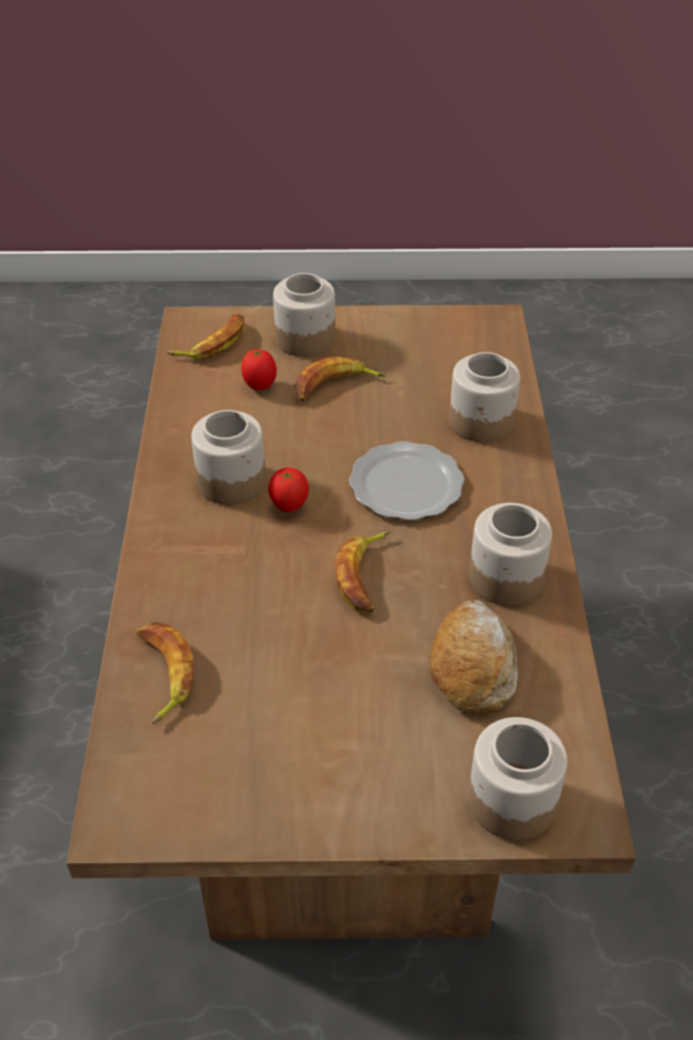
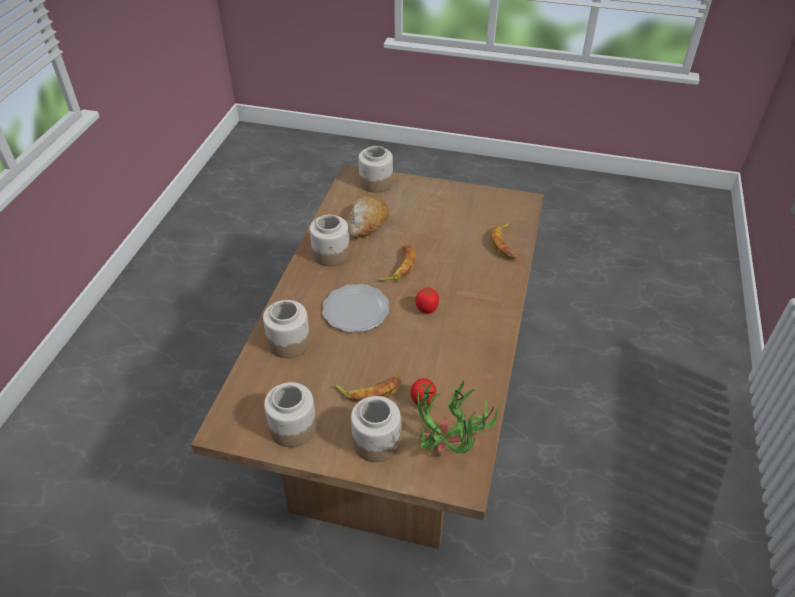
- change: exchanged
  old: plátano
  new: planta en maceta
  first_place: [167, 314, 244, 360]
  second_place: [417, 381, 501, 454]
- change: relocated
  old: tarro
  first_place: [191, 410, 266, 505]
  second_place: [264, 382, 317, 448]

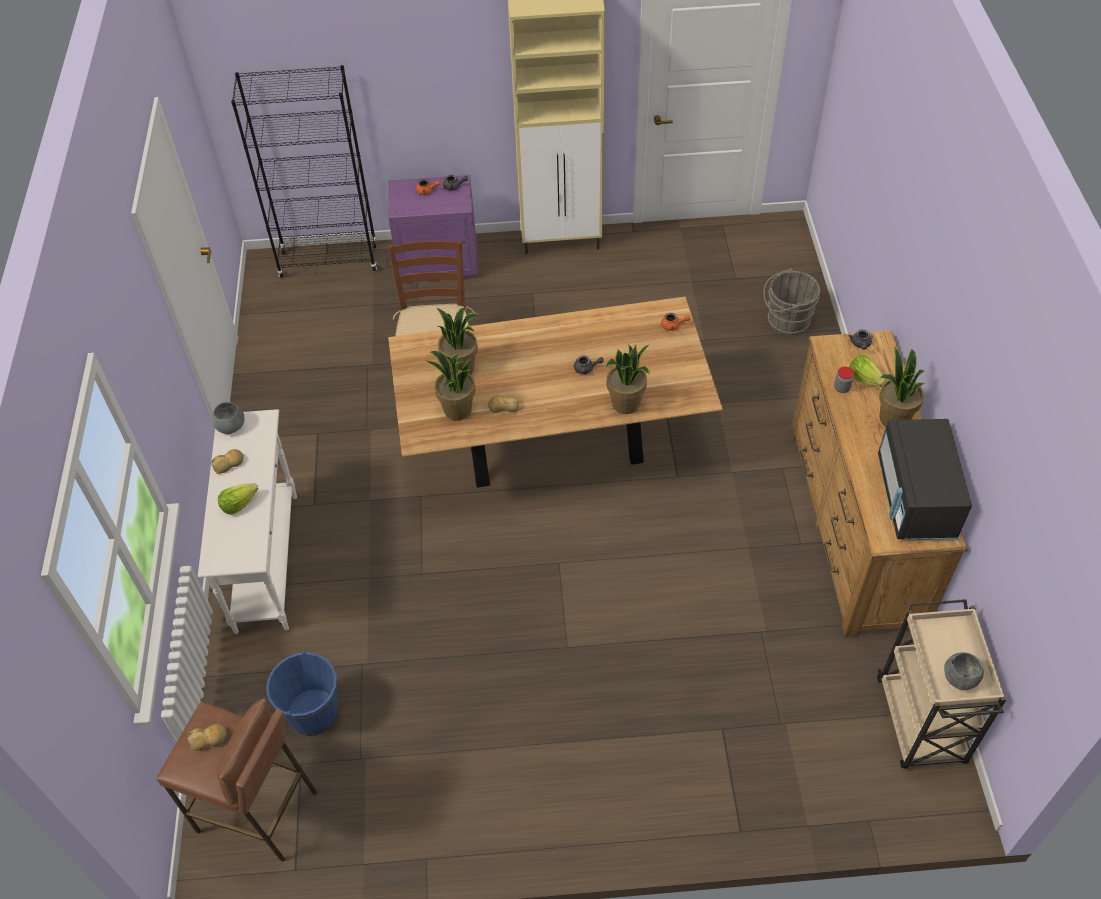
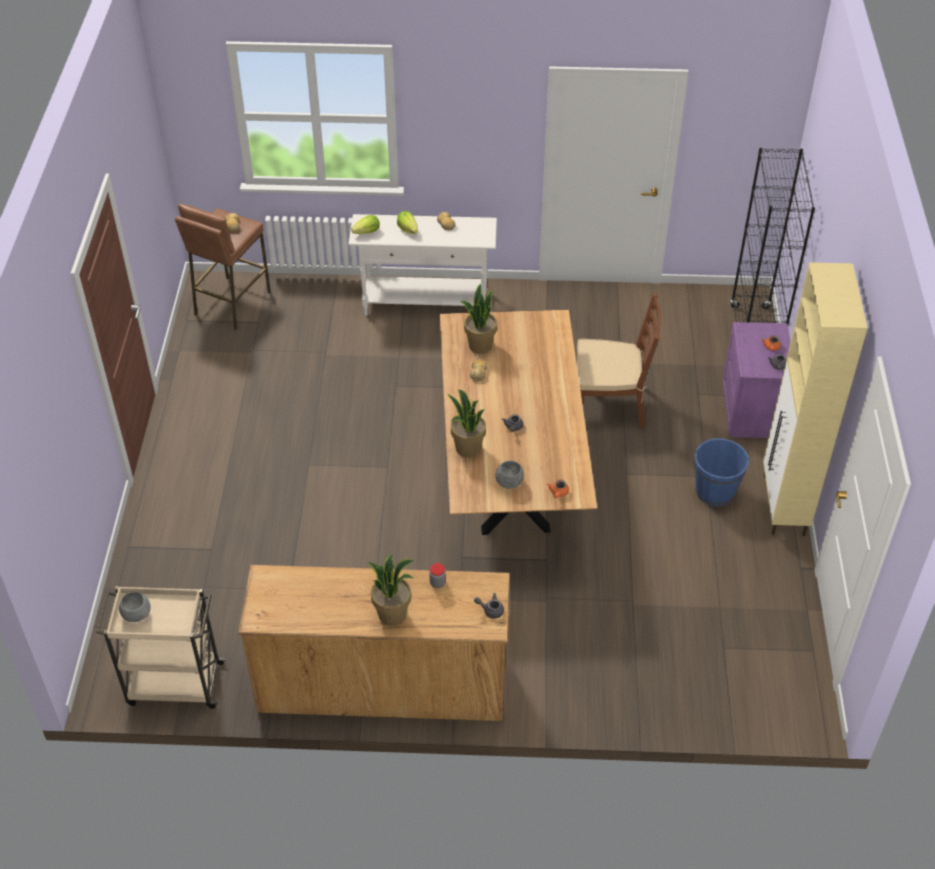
- change: missing
  old: cubo (gris)
  first_place: [763, 269, 820, 335]
- change: missing
  old: planta en maceta
  first_place: [437, 308, 480, 375]
- change: relocated
  old: lechuga
  first_place: [849, 355, 885, 387]
  second_place: [351, 215, 380, 234]
- change: relocated
  old: cuenco (gris)
  first_place: [212, 402, 245, 434]
  second_place: [495, 461, 524, 489]
- change: missing
  old: microondas (negro)
  first_place: [878, 419, 972, 540]
- change: relocated
  old: cubo (azul)
  first_place: [266, 651, 338, 736]
  second_place: [695, 438, 749, 506]

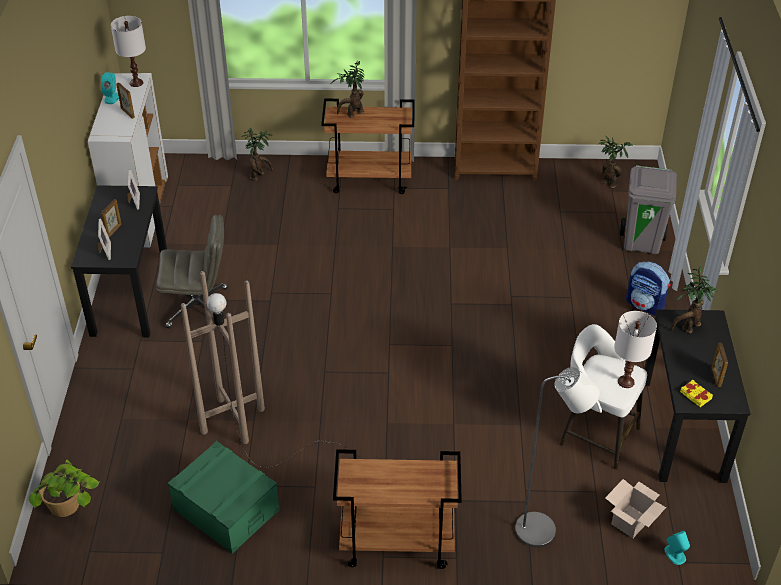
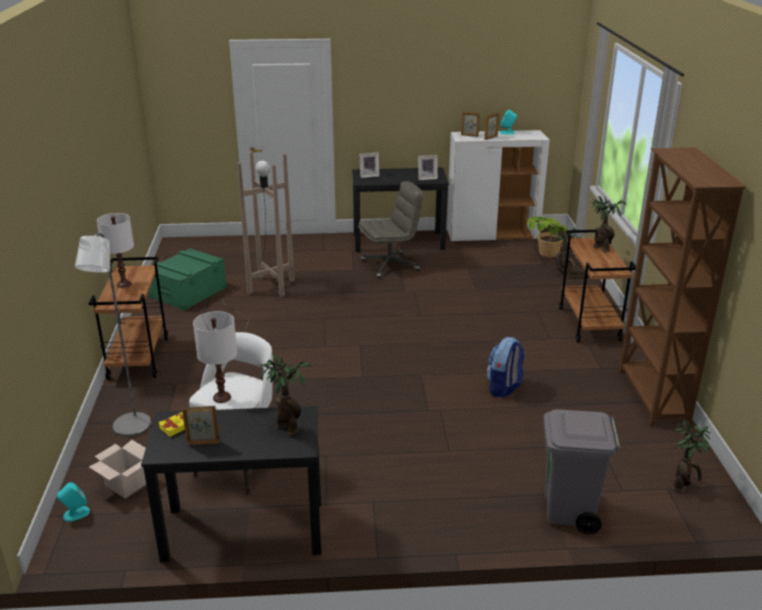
- change: relocated
  old: lámpara de mesa (blanco)
  first_place: [111, 16, 146, 87]
  second_place: [96, 213, 134, 288]
- change: relocated
  old: portarretratos
  first_place: [101, 199, 122, 237]
  second_place: [461, 111, 480, 137]
- change: spun
  old: silla de oficina (gris)
  first_place: [156, 215, 228, 328]
  second_place: [358, 181, 423, 278]
  degrees: -105
- change: relocated
  old: mochila
  first_place: [626, 261, 670, 316]
  second_place: [486, 337, 525, 398]
- change: relocated
  old: planta en maceta
  first_place: [28, 459, 100, 517]
  second_place: [527, 217, 568, 257]

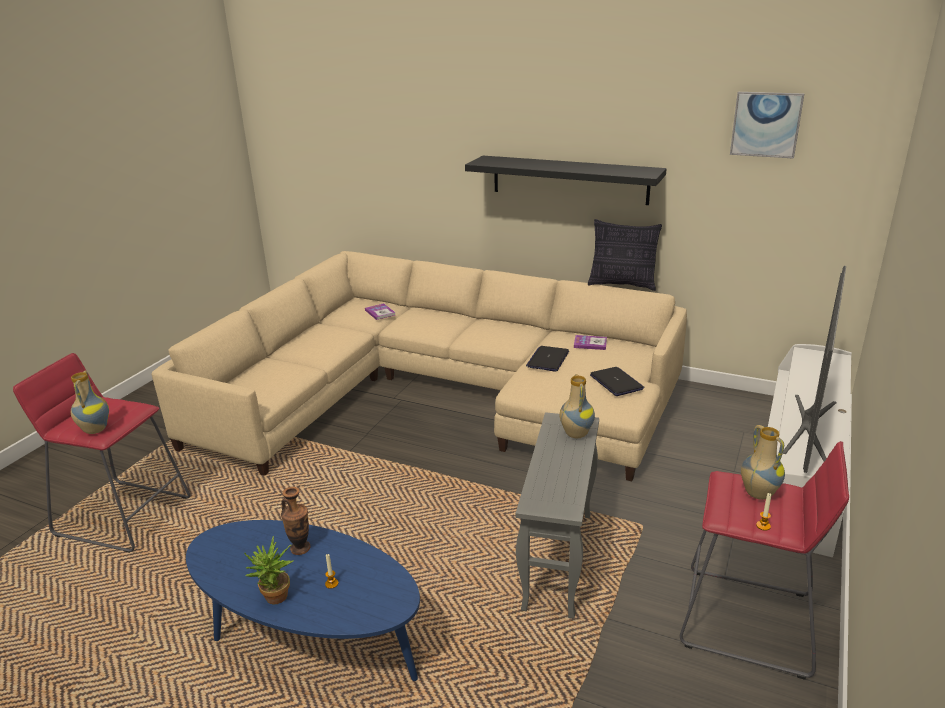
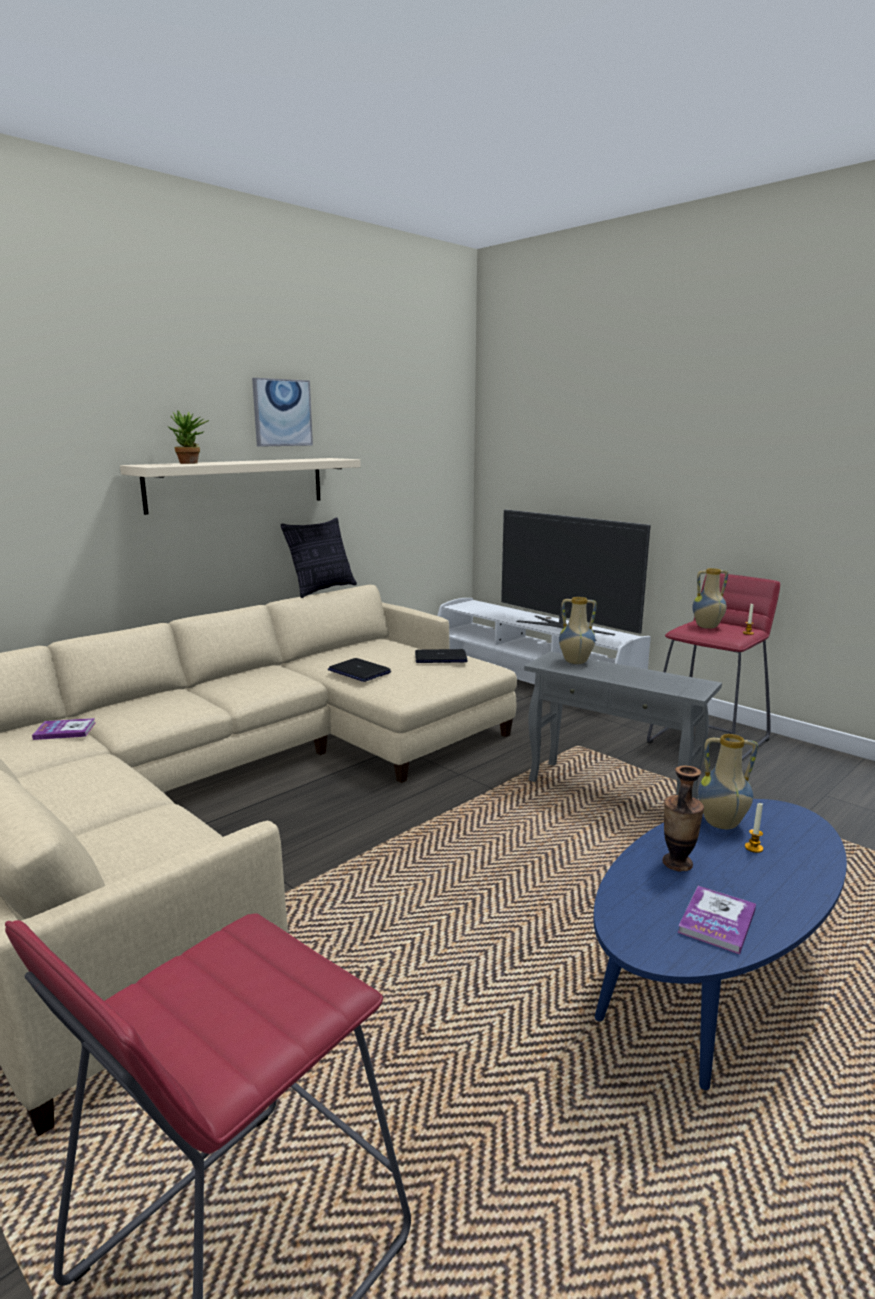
- change: relocated
  old: cuadro
  first_place: [730, 92, 804, 159]
  second_place: [252, 378, 313, 447]
- change: colour
  old: estante (negro)
  new: estante (beis)
  first_place: [465, 156, 667, 205]
  second_place: [120, 458, 361, 515]
- change: relocated
  old: libro
  first_place: [574, 335, 607, 350]
  second_place: [678, 886, 756, 954]
- change: relocated
  old: florero
  first_place: [71, 371, 109, 434]
  second_place: [698, 734, 758, 829]
- change: relocated
  old: planta en maceta
  first_place: [244, 536, 294, 605]
  second_place: [168, 410, 209, 464]

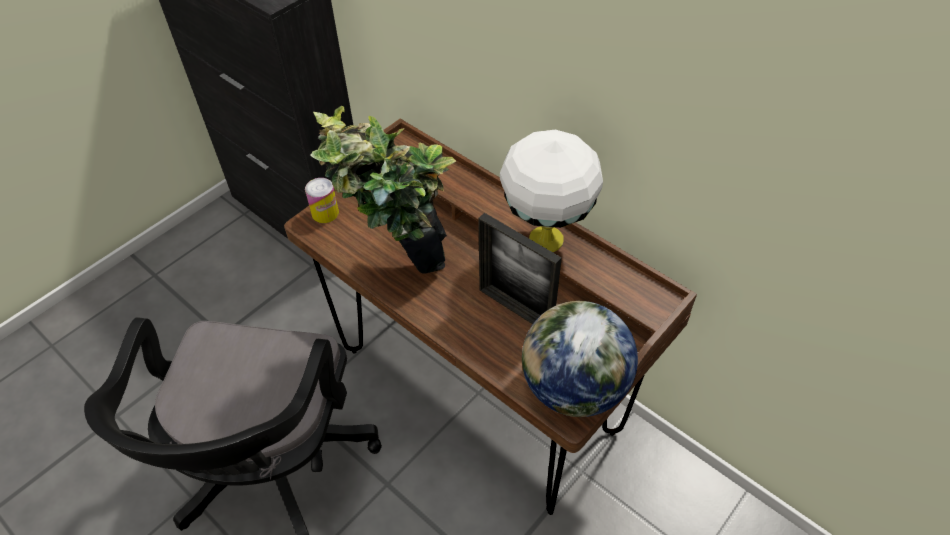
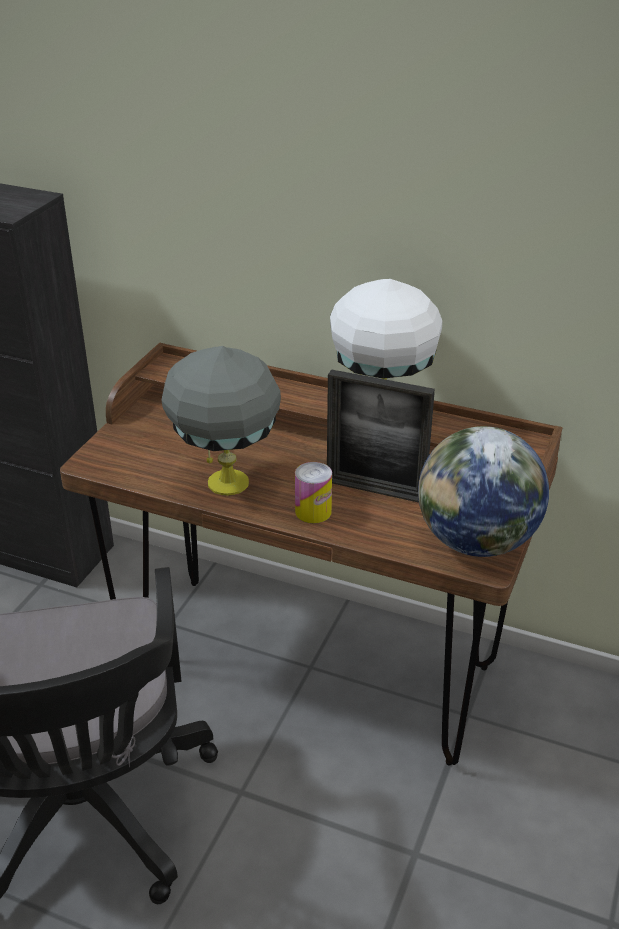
- change: exchanged
  old: planta en maceta
  new: lámpara de mesa (gris)
  first_place: [310, 105, 456, 274]
  second_place: [161, 346, 281, 496]
- change: relocated
  old: lata
  first_place: [305, 178, 339, 223]
  second_place: [295, 462, 332, 523]

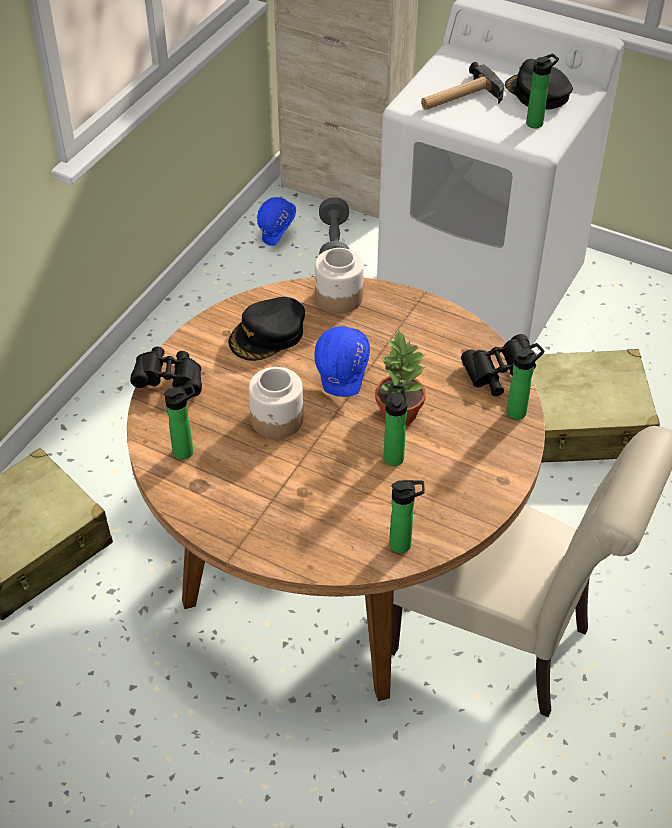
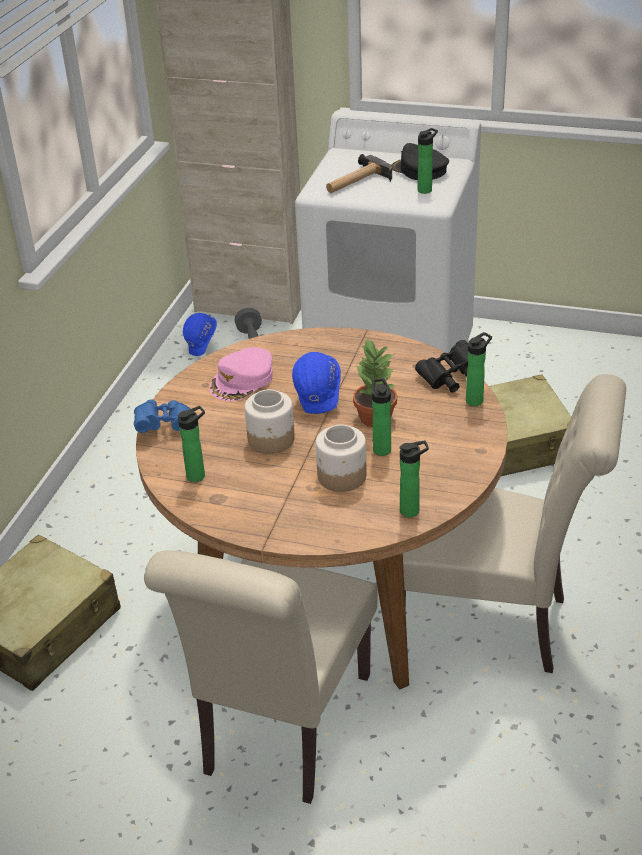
- change: relocated
  old: tarro
  first_place: [315, 248, 364, 314]
  second_place: [316, 424, 367, 492]
- change: colour
  old: gorra (negro)
  new: gorra (rosa)
  first_place: [229, 297, 305, 361]
  second_place: [209, 347, 273, 401]
- change: colour
  old: prismáticos (negro)
  new: prismáticos (azul)
  first_place: [130, 347, 202, 397]
  second_place: [134, 399, 191, 433]
- change: appeared
  new: silla (beis)
  second_place: [144, 550, 378, 804]

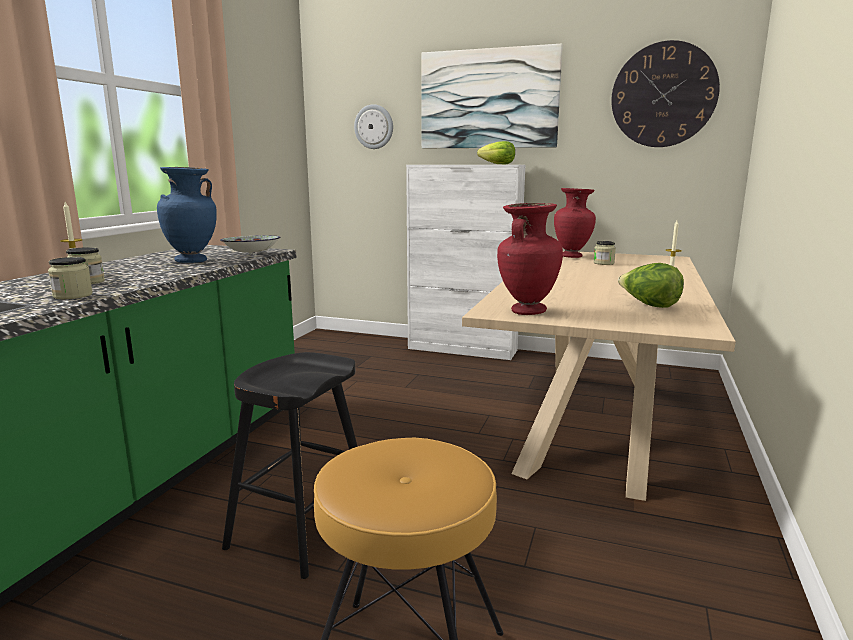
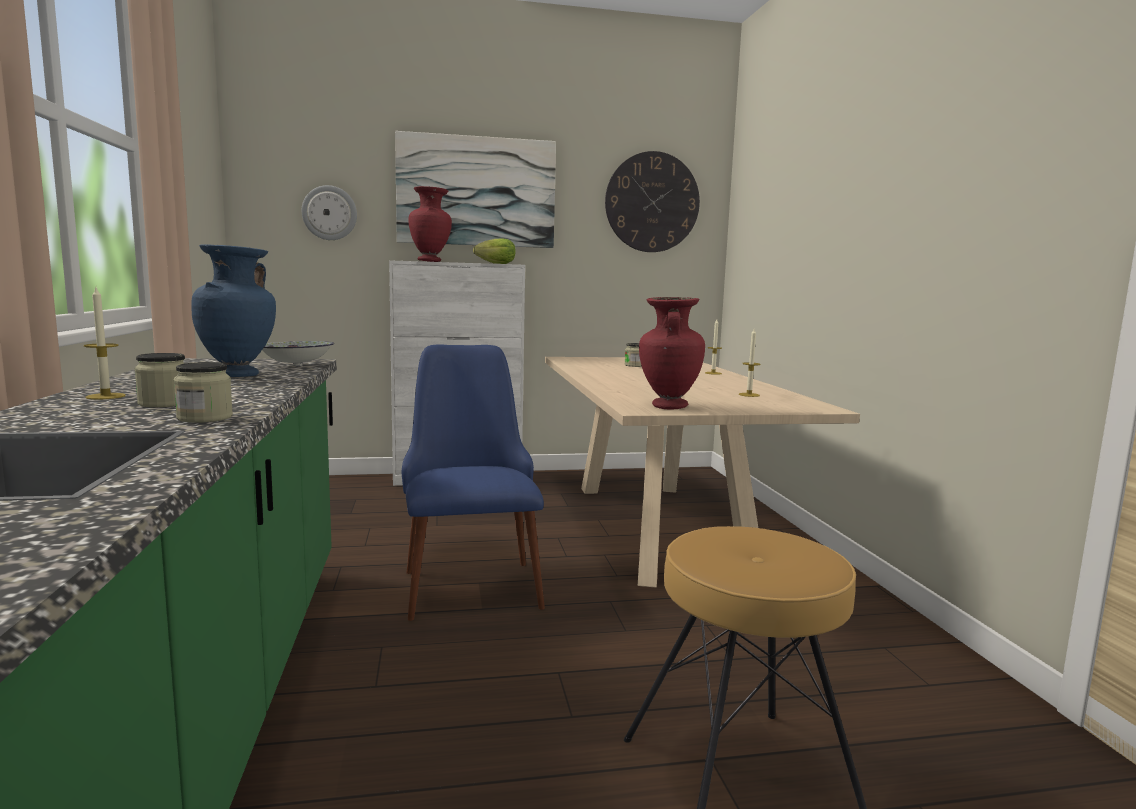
- change: relocated
  old: florero (rojo)
  first_place: [554, 188, 596, 258]
  second_place: [408, 186, 452, 262]
- change: exchanged
  old: lechuga
  new: vela
  first_place: [618, 263, 684, 308]
  second_place: [739, 329, 761, 397]
- change: missing
  old: taburete (negro)
  first_place: [222, 352, 358, 579]
- change: appeared
  new: silla (azul)
  second_place: [402, 344, 545, 621]

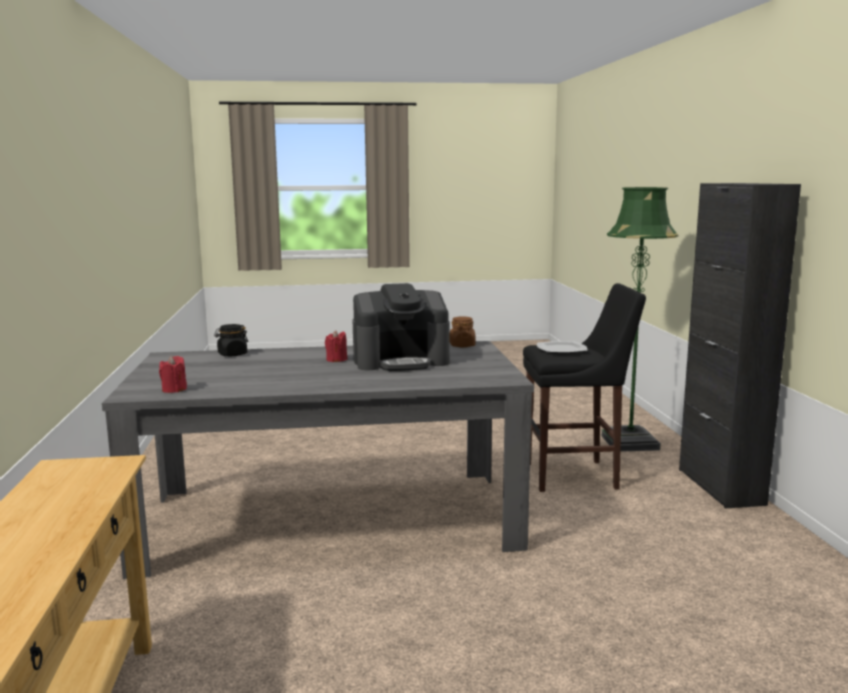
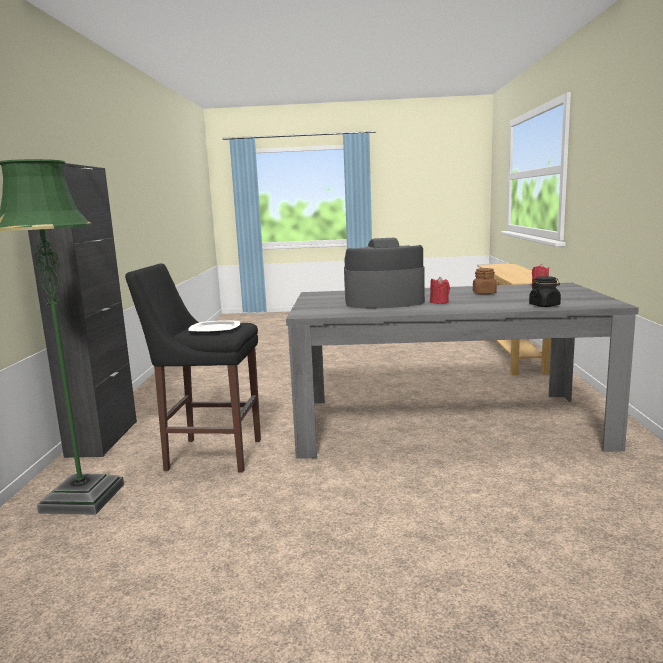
- change: relocated
  old: tarro (marrón)
  first_place: [450, 316, 476, 347]
  second_place: [473, 268, 497, 295]

